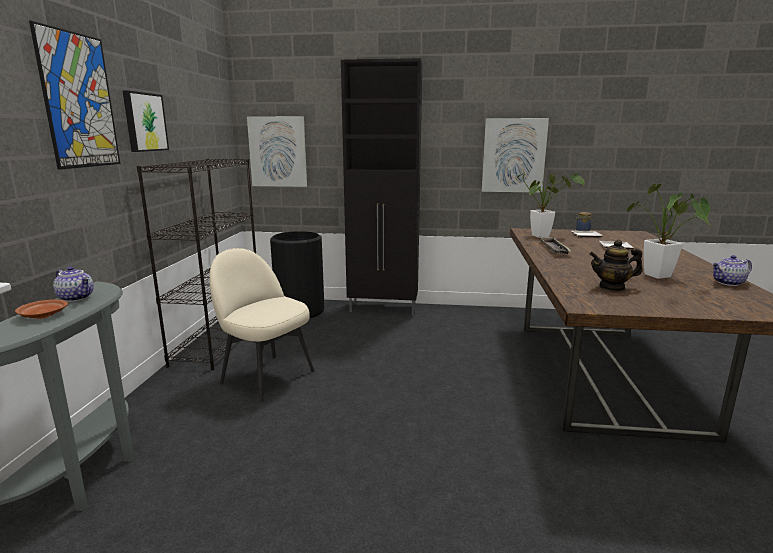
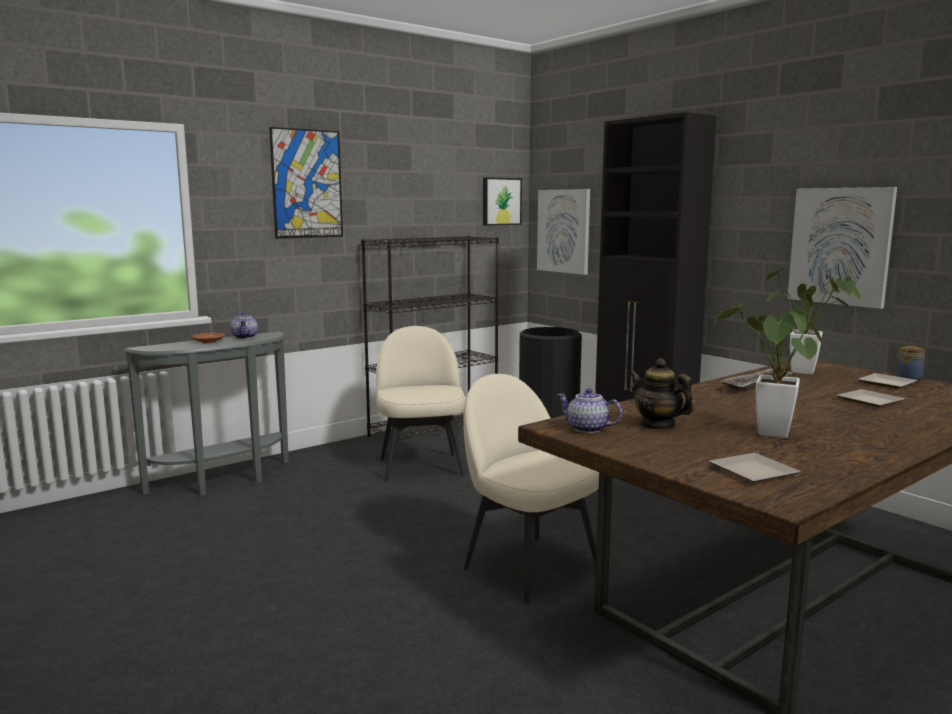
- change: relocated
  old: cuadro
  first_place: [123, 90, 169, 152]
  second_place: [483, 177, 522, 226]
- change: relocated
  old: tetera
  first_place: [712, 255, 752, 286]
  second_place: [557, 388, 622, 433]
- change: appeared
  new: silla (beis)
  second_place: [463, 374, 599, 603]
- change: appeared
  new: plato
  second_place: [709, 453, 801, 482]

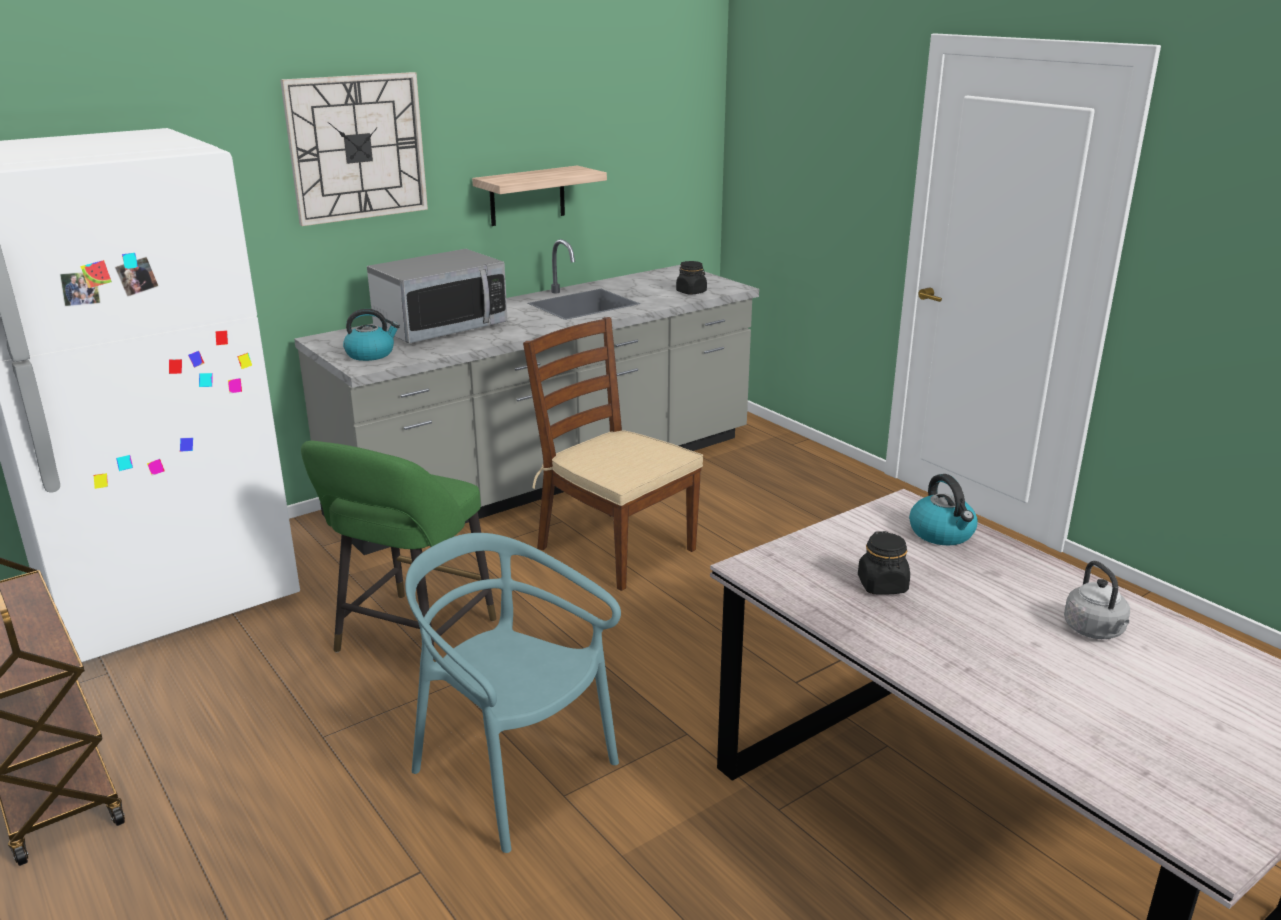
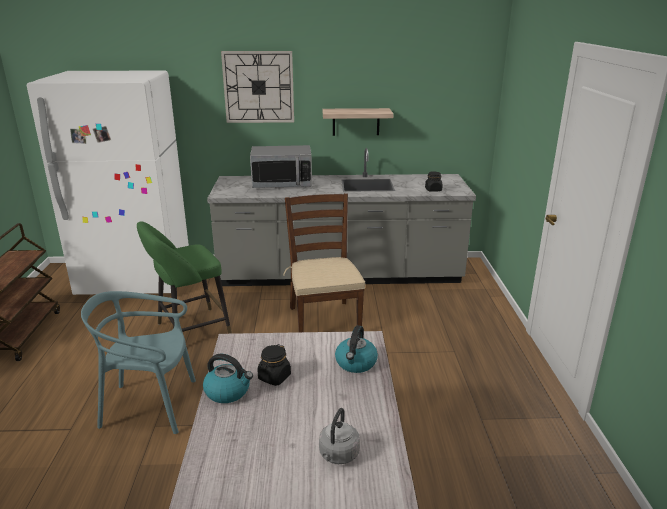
- change: relocated
  old: hervidor
  first_place: [343, 309, 400, 361]
  second_place: [203, 354, 253, 403]
- change: spun
  old: silla (turquesa)
  first_place: [405, 533, 621, 853]
  second_place: [81, 291, 196, 434]
  degrees: -75

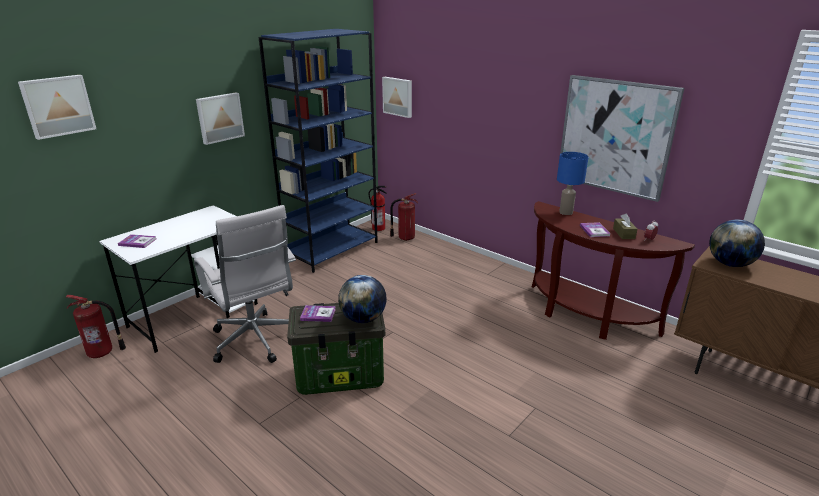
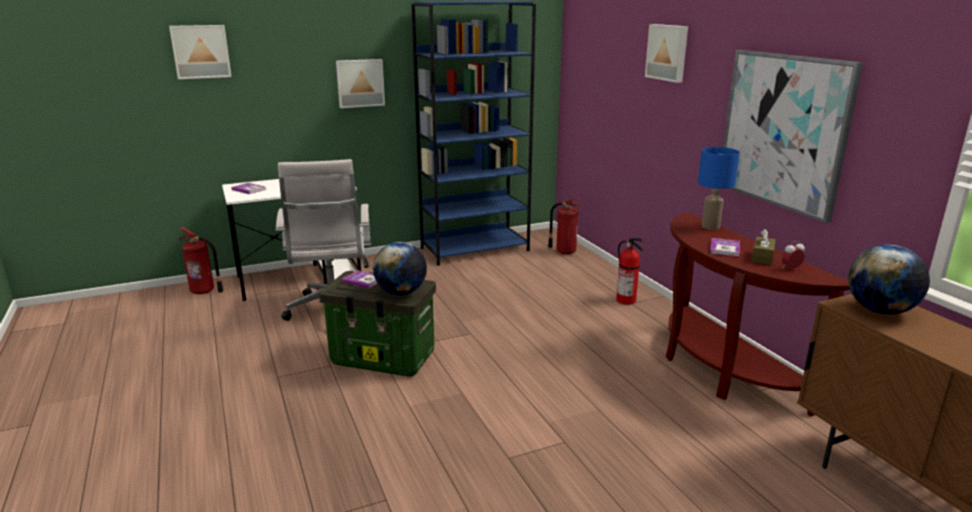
- change: relocated
  old: cuadro
  first_place: [382, 77, 412, 118]
  second_place: [645, 24, 688, 83]
- change: relocated
  old: extintor
  first_place: [369, 186, 387, 231]
  second_place: [616, 238, 644, 305]

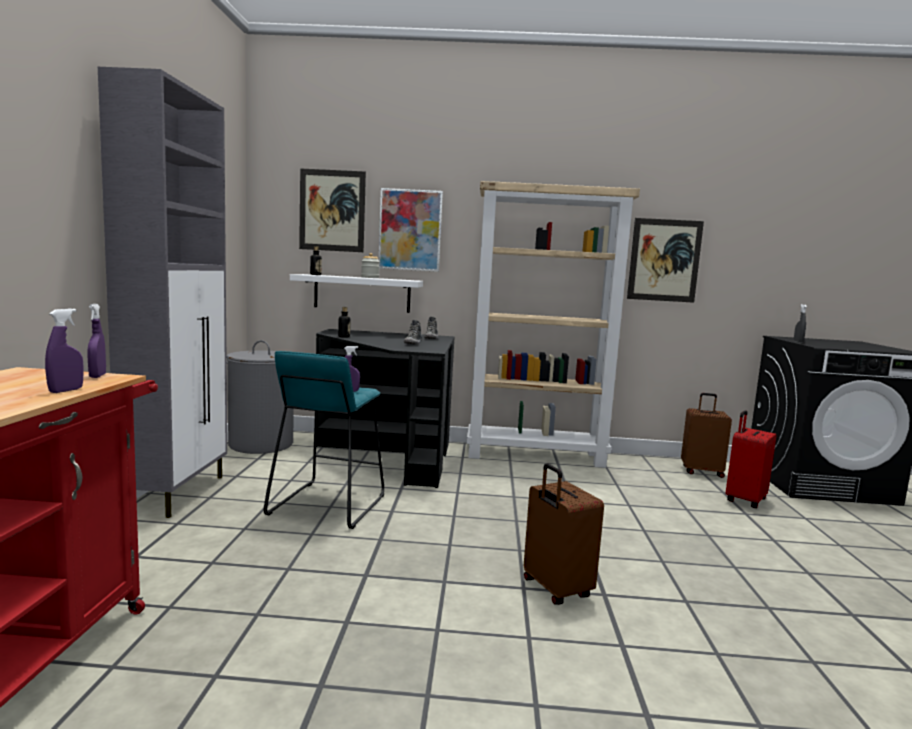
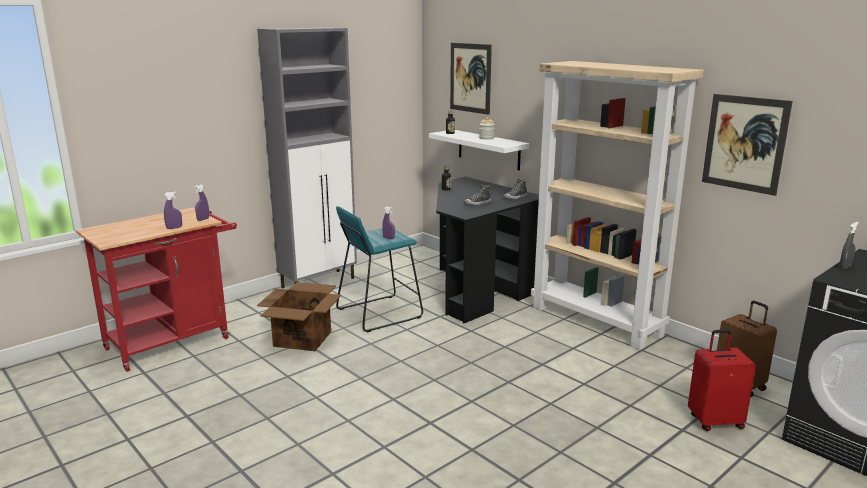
- change: missing
  old: cuadro
  first_place: [379, 188, 443, 272]
- change: missing
  old: cesto de la ropa (gris)
  first_place: [226, 340, 294, 454]
- change: missing
  old: maleta (marrón)
  first_place: [524, 464, 604, 605]
- change: appeared
  new: caja de cartón
  second_place: [257, 282, 341, 351]

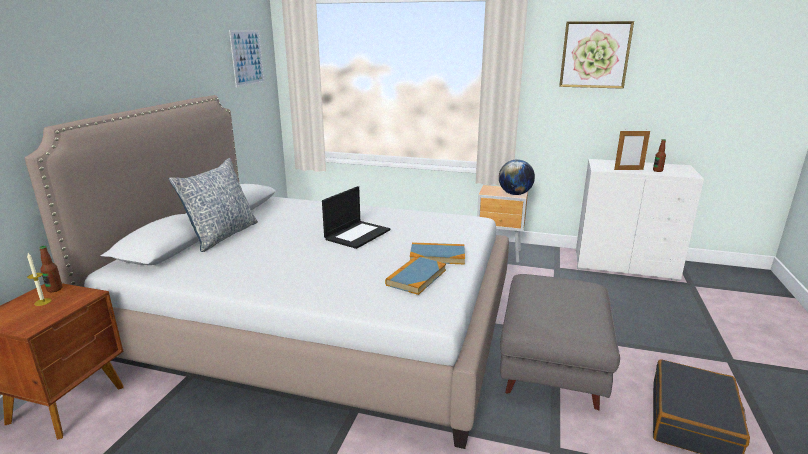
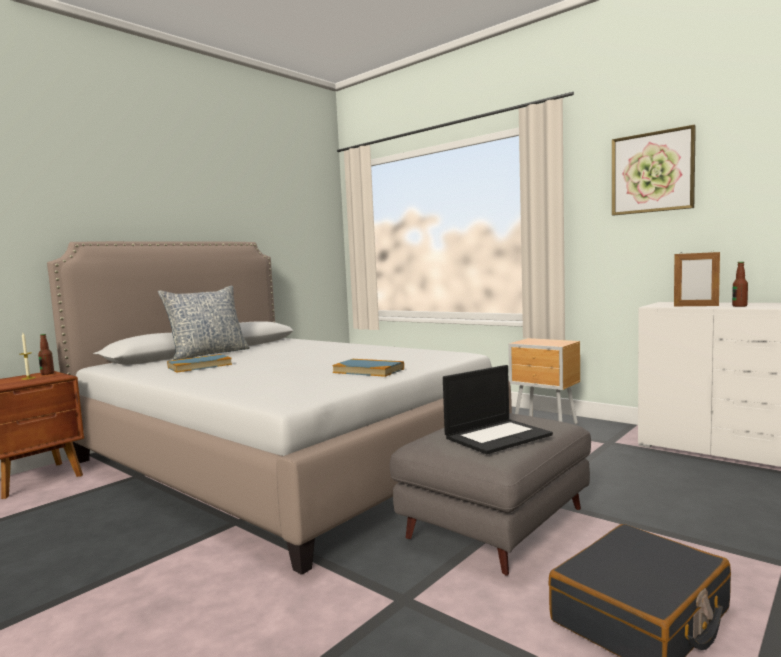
- change: missing
  old: cuadro
  first_place: [229, 30, 265, 87]
- change: missing
  old: globo terráqueo
  first_place: [499, 159, 535, 195]
- change: relocated
  old: portátil
  first_place: [322, 186, 390, 249]
  second_place: [443, 365, 553, 454]
- change: relocated
  old: libro
  first_place: [385, 256, 446, 295]
  second_place: [167, 354, 232, 373]

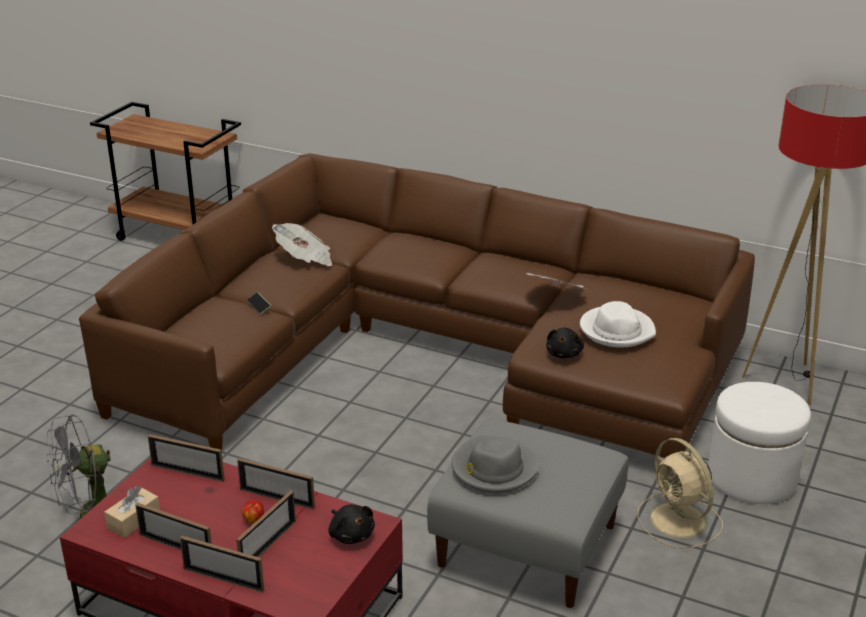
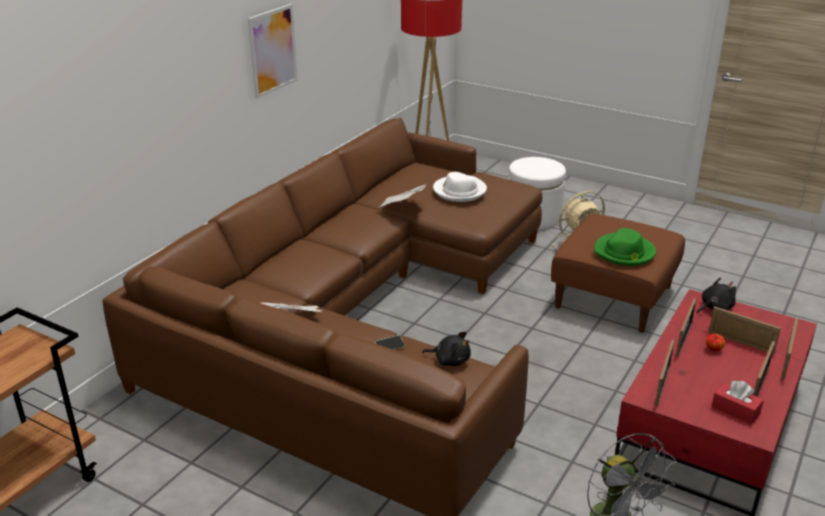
- change: relocated
  old: peluche (negro)
  first_place: [546, 328, 584, 358]
  second_place: [422, 331, 471, 366]
- change: colour
  old: puf (gris)
  new: puf (marrón)
  first_place: [427, 419, 628, 608]
  second_place: [551, 214, 685, 333]
- change: colour
  old: sombrero (gris)
  new: sombrero (verde)
  first_place: [452, 435, 539, 493]
  second_place: [594, 228, 656, 266]
- change: colour
  old: caja de pañuelos (beis)
  new: caja de pañuelos (rojo)
  first_place: [104, 486, 160, 538]
  second_place: [711, 381, 764, 424]
- change: appeared
  new: cuadro
  second_place: [248, 4, 298, 99]

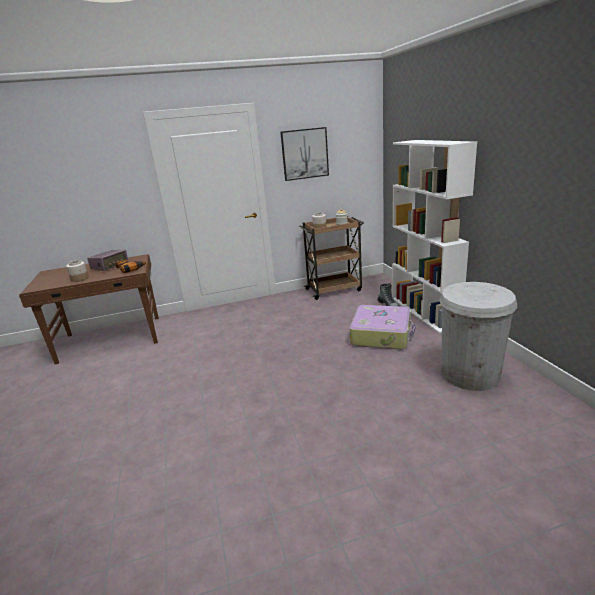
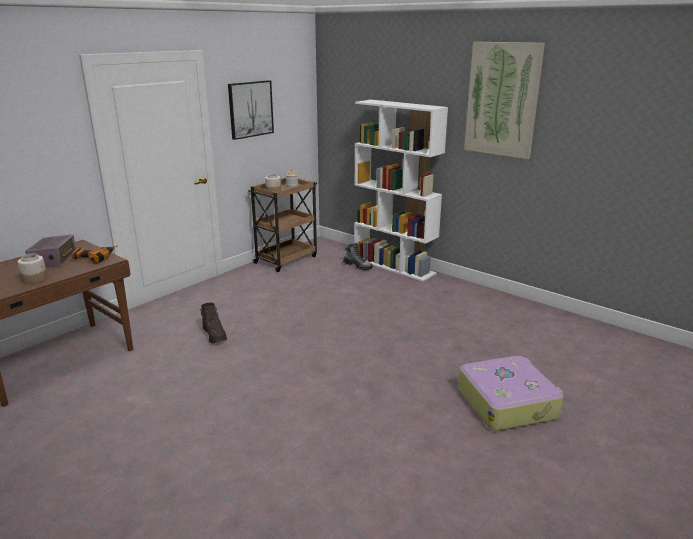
- change: missing
  old: papelera (blanco)
  first_place: [439, 282, 517, 391]
- change: relocated
  old: maleta
  first_place: [350, 305, 416, 350]
  second_place: [458, 356, 563, 431]
- change: appeared
  new: cuadro
  second_place: [464, 42, 545, 159]
- change: appeared
  new: bota (marrón)
  second_place: [200, 303, 227, 344]

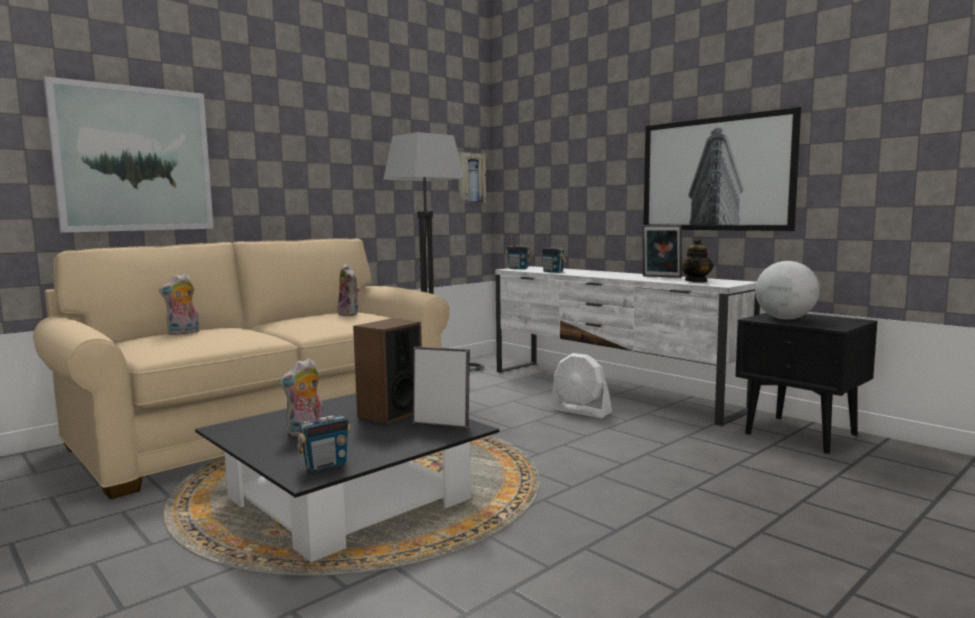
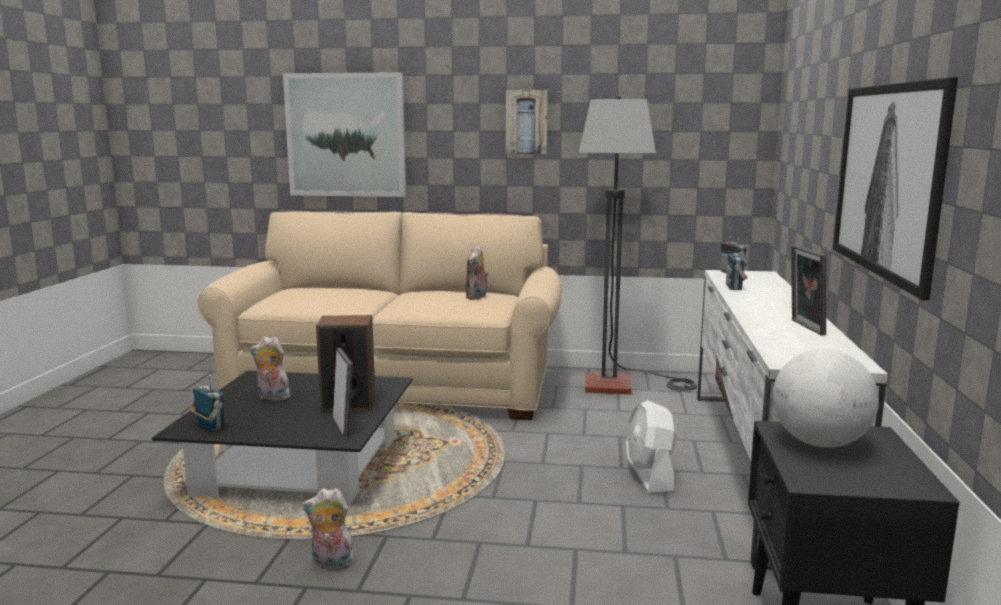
- change: relocated
  old: cuadro
  first_place: [458, 152, 486, 202]
  second_place: [506, 90, 548, 154]
- change: missing
  old: tetera
  first_place: [680, 238, 713, 282]
- change: relocated
  old: peluche
  first_place: [159, 274, 200, 335]
  second_place: [302, 488, 357, 570]
- change: spun
  old: radio
  first_place: [297, 398, 351, 472]
  second_place: [190, 375, 225, 431]
  degrees: -150

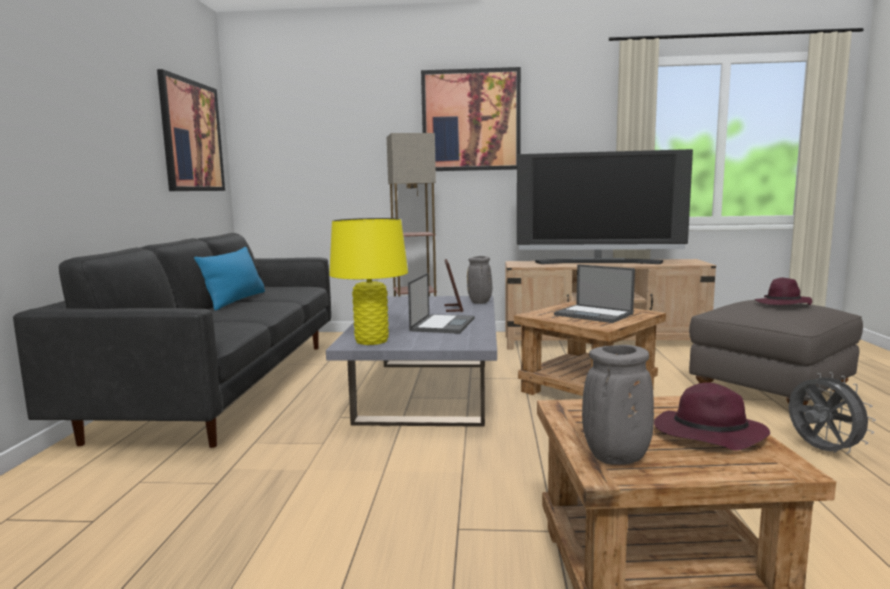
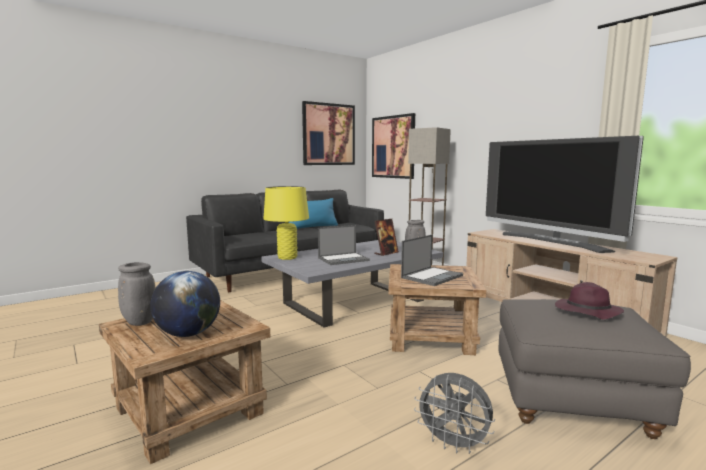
- change: relocated
  old: cuadro
  first_place: [421, 67, 521, 171]
  second_place: [372, 113, 415, 179]
- change: spun
  old: portátil
  first_place: [554, 264, 635, 323]
  second_place: [401, 235, 463, 286]
  degrees: -135
- change: spun
  old: ventilador (gris)
  first_place: [789, 372, 876, 454]
  second_place: [414, 373, 495, 454]
  degrees: 90
- change: exchanged
  old: sombrero (morado)
  new: globo terráqueo
  first_place: [654, 382, 770, 450]
  second_place: [150, 271, 220, 337]

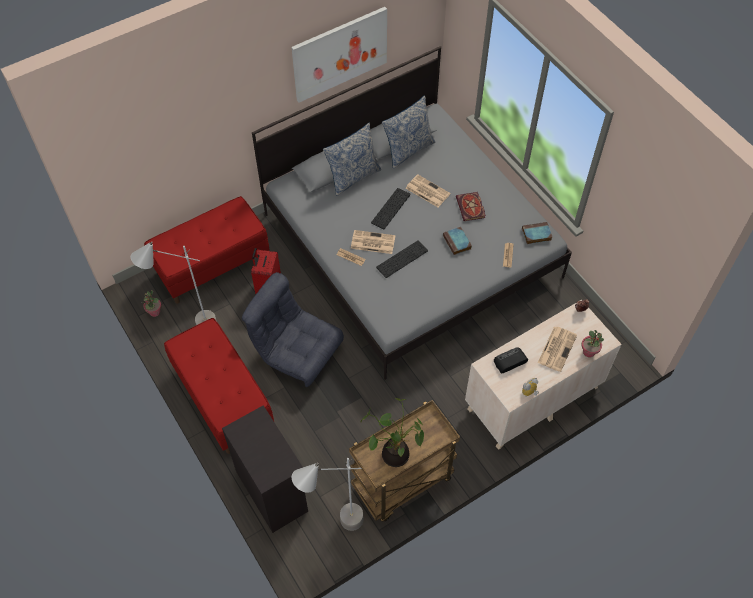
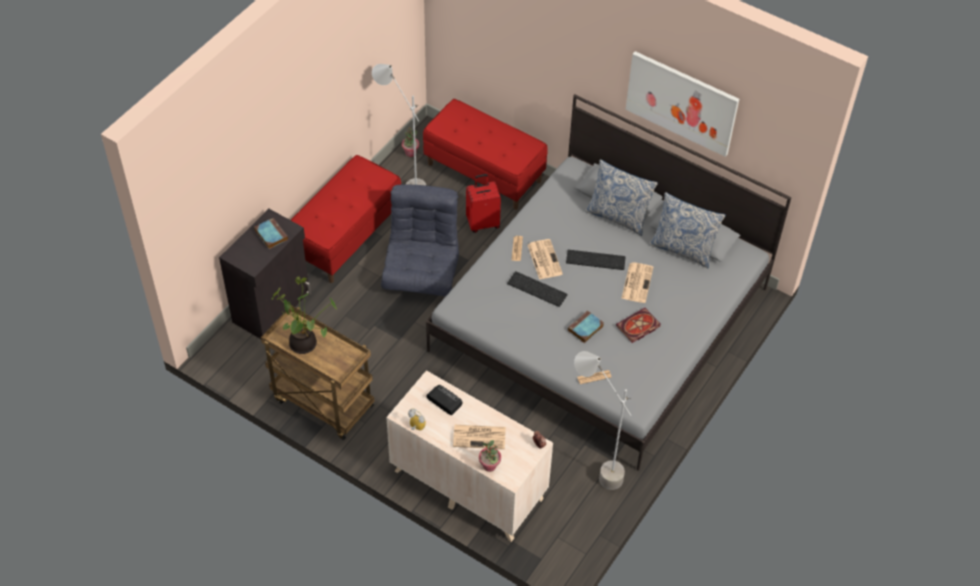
- change: relocated
  old: libro
  first_place: [522, 222, 552, 244]
  second_place: [254, 218, 288, 249]
- change: relocated
  old: lámpara de pie (gris)
  first_place: [292, 458, 364, 531]
  second_place: [574, 351, 631, 490]

